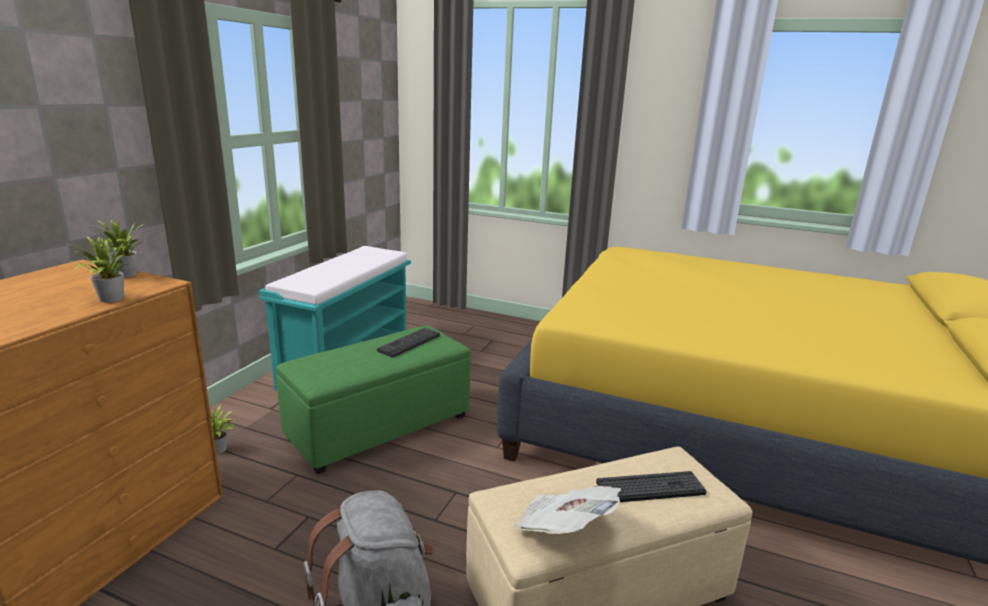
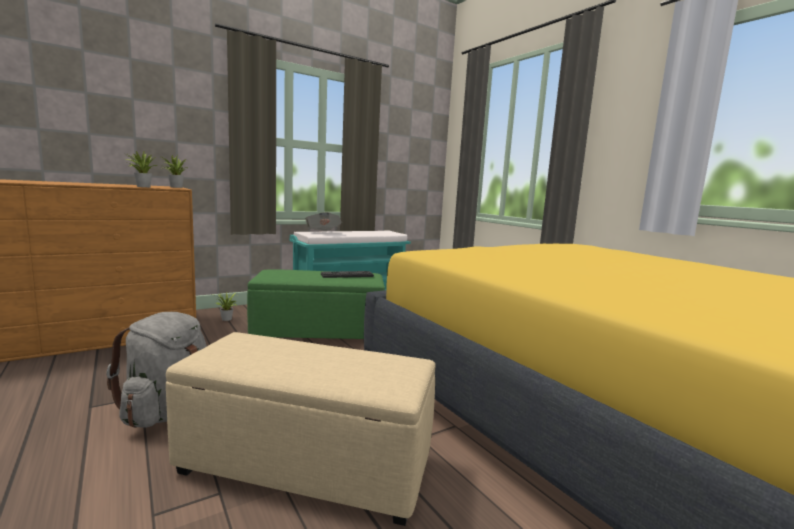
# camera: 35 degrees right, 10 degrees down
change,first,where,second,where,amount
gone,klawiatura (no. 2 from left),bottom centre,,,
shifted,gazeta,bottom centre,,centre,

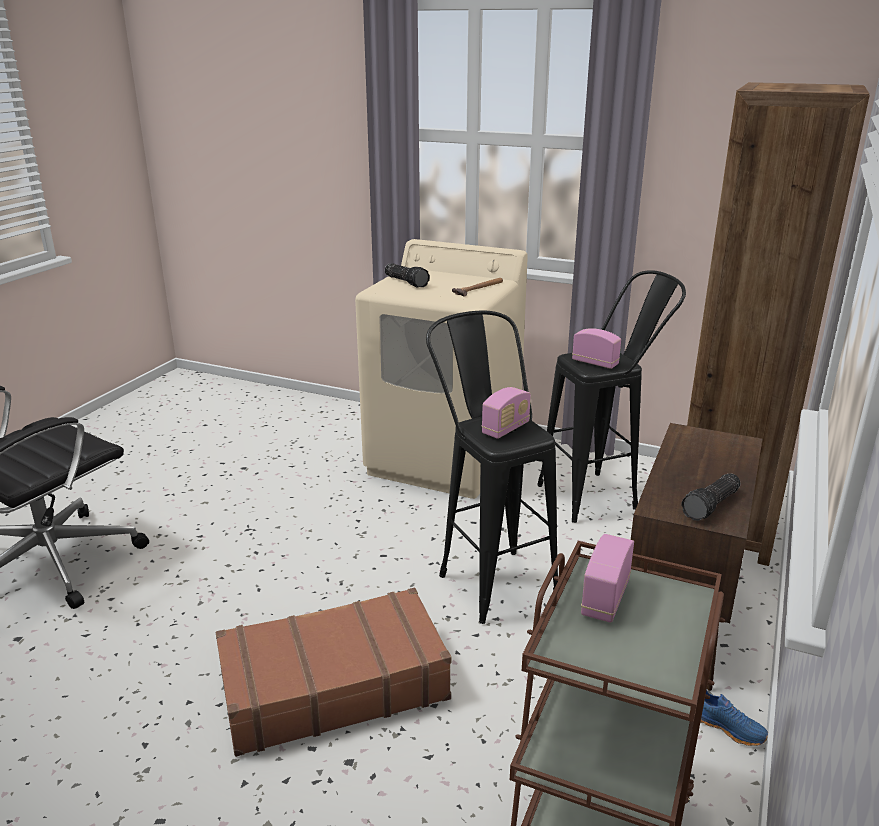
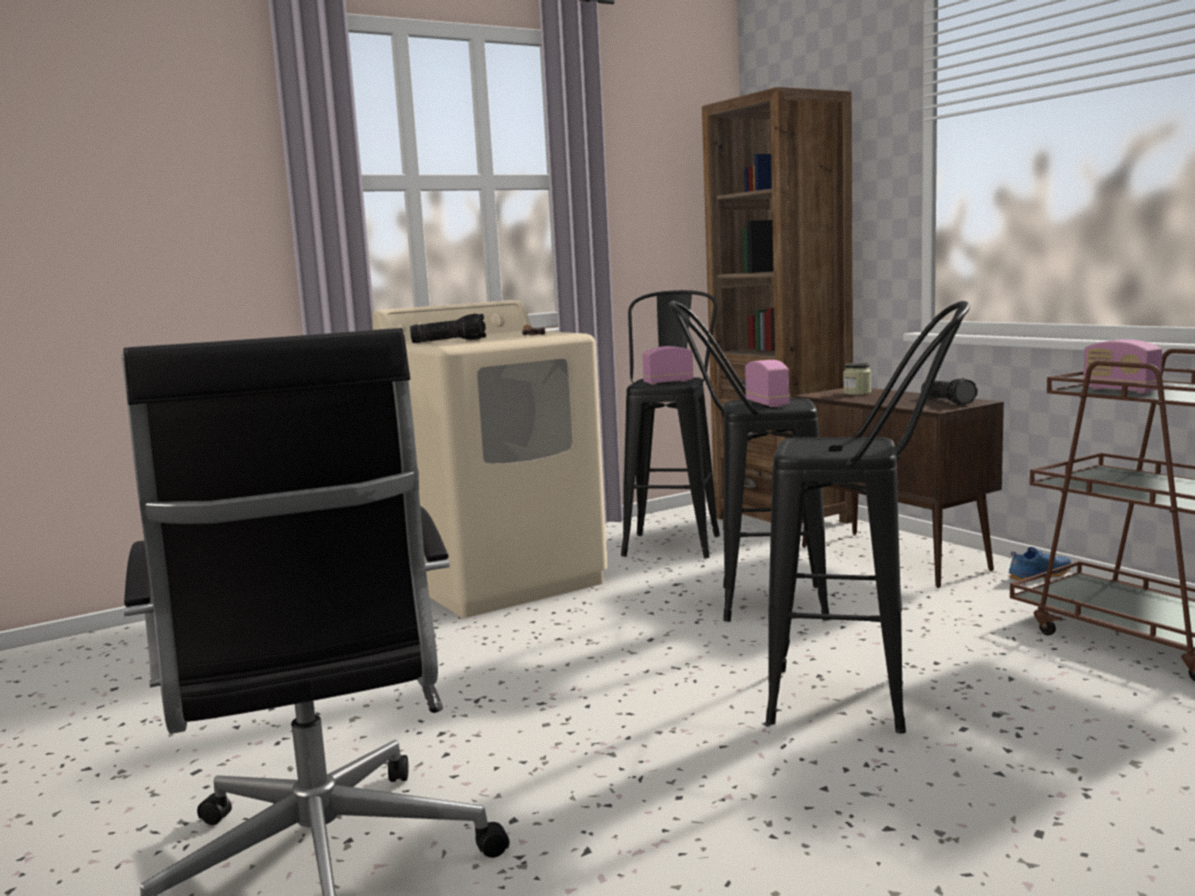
# camera: 55 degrees left, 15 degrees down
change,first,where,second,where,amount
swapped,walizka [brązowy],bottom centre,stołek [czarny] (no. 3 from left),middle right,
new,,,słoik,middle right,

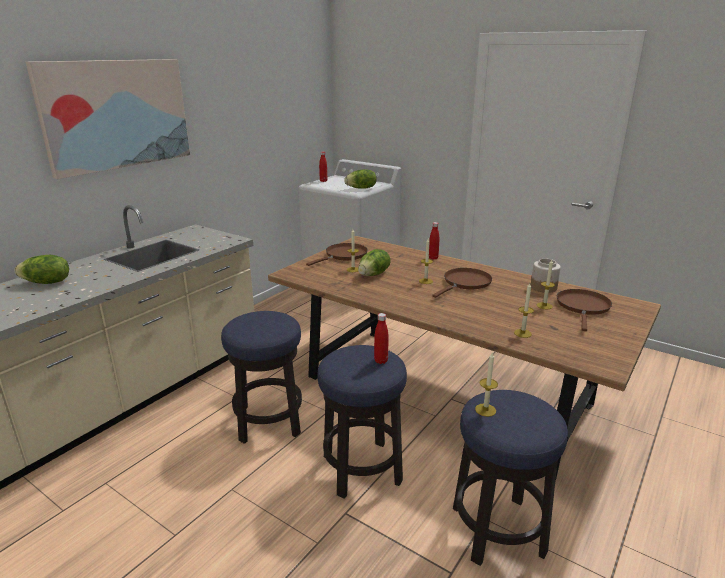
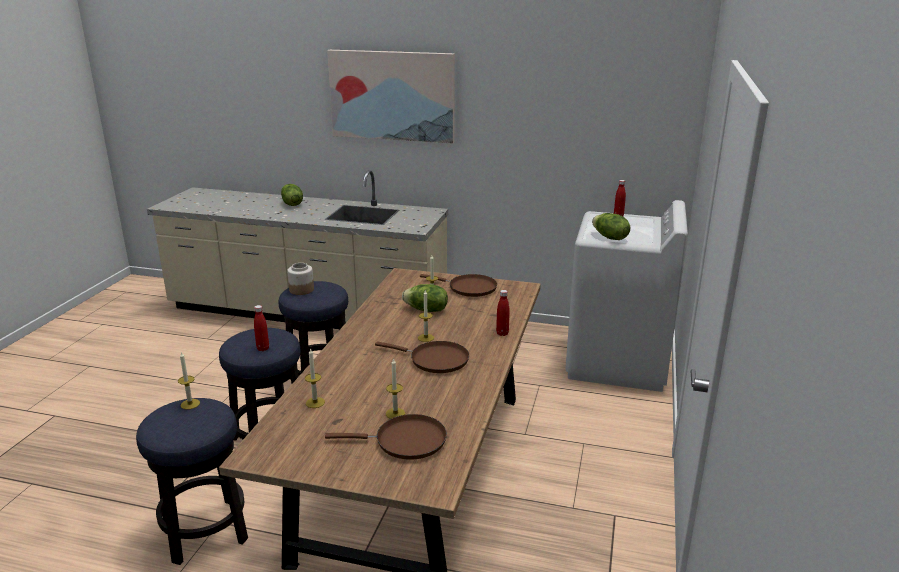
# camera: 70 degrees right, 0 degrees up
change,first,where,second,where,amount
shifted,słoik,middle right,,centre,

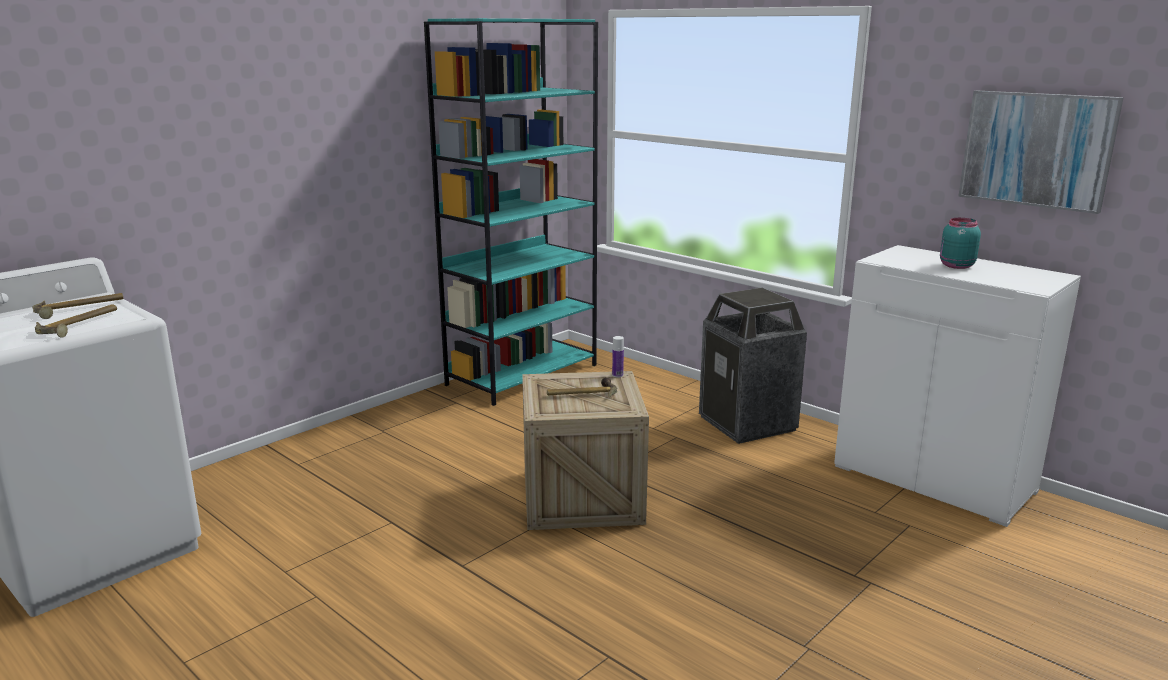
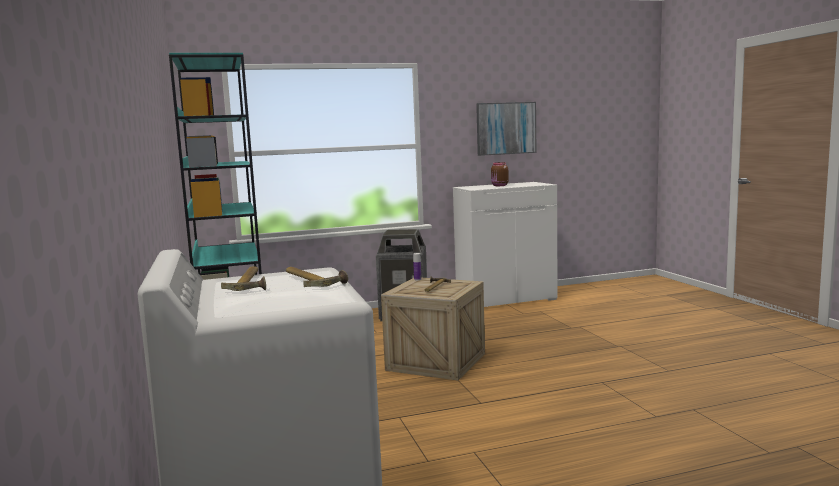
# camera: 60 degrees left, 10 degrees down
change,first,where,second,where,amount
repainted,słoik [turkusowy],middle right,słoik [brązowy],centre,

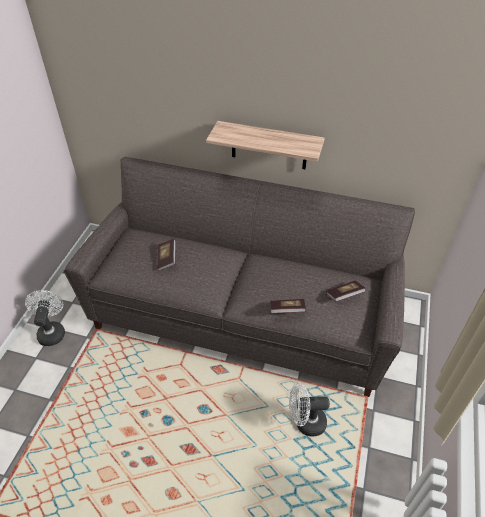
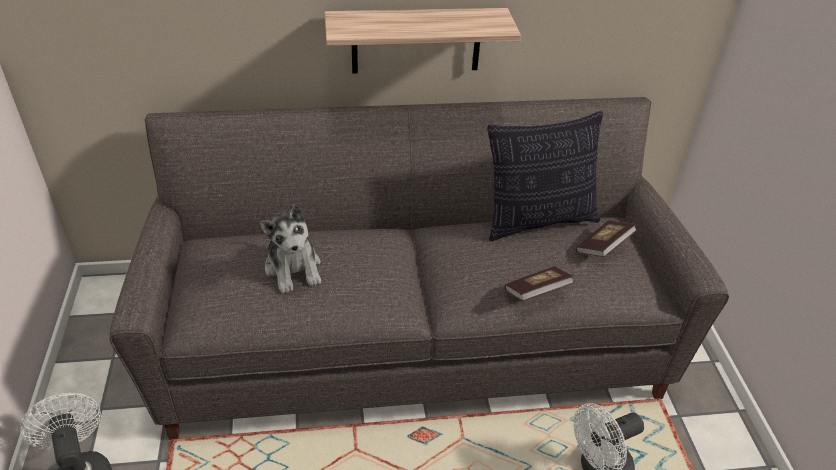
# camera: 25 degrees left, 5 degrees down
change,first,where,second,where,amount
swapped,książka (no. 1 from left),centre,pluszak,centre,
new,,,poduszka,centre,

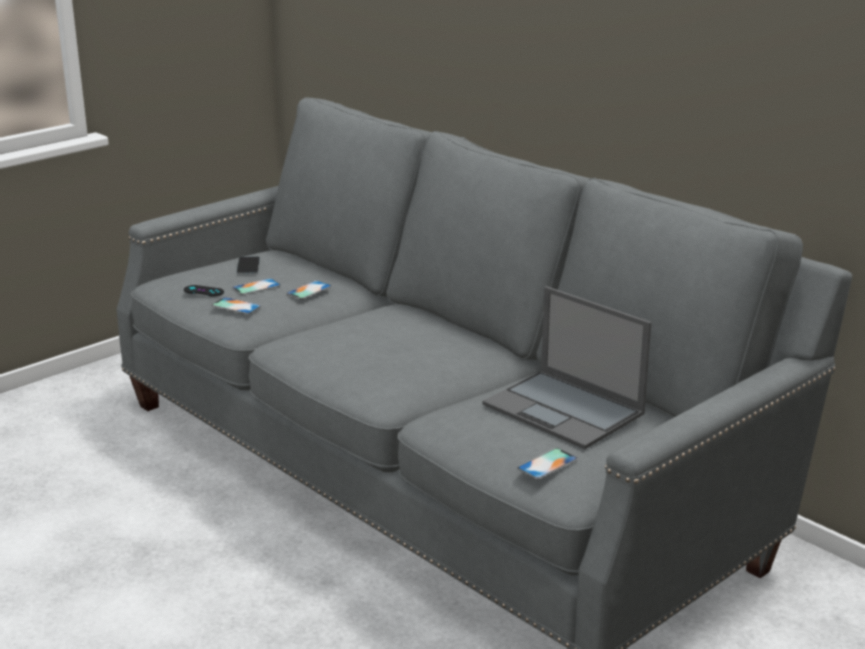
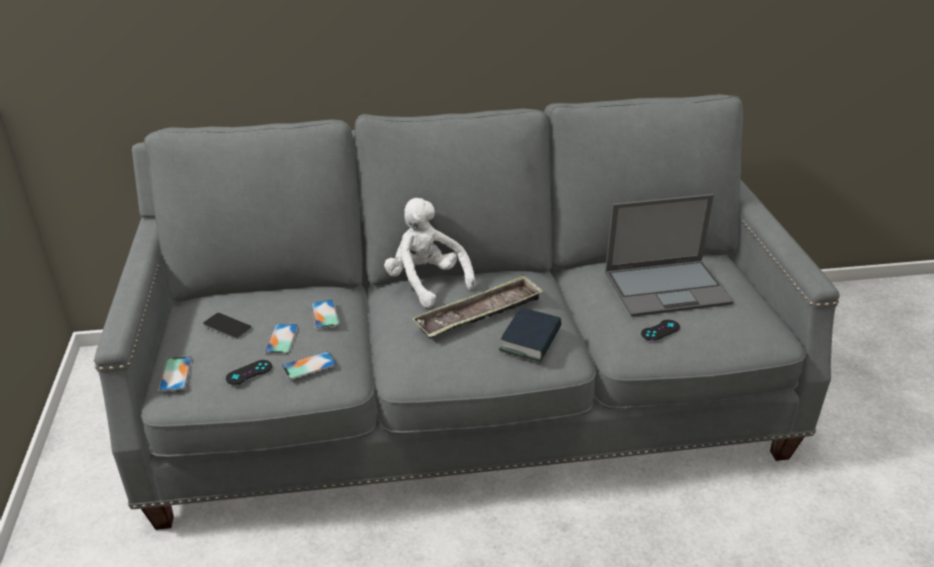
# camera: 55 degrees left, 10 degrees up
change,first,where,second,where,amount
shifted,telefon (no. 5 from left in the first image),bottom centre,telefon (no. 1 from left),middle left,
new,,,pluszak [biały],centre,
new,,,taca,centre,
new,,,książka,centre,
new,,,pad do gier [czarny] (no. 2 from left),middle right,

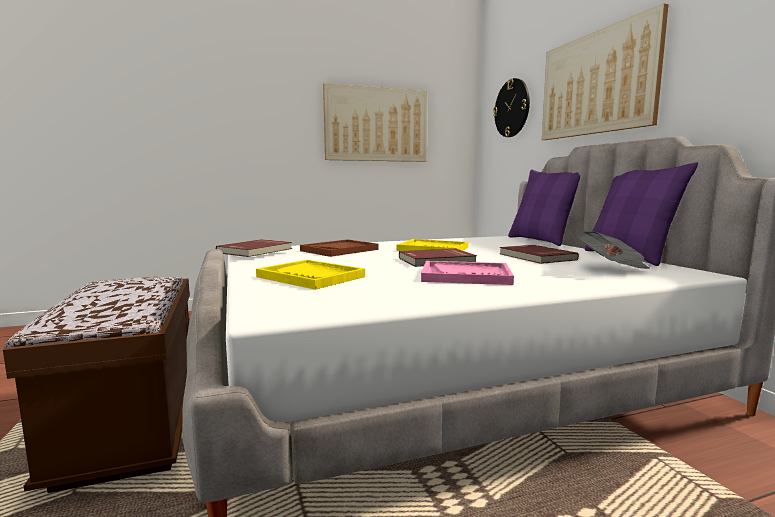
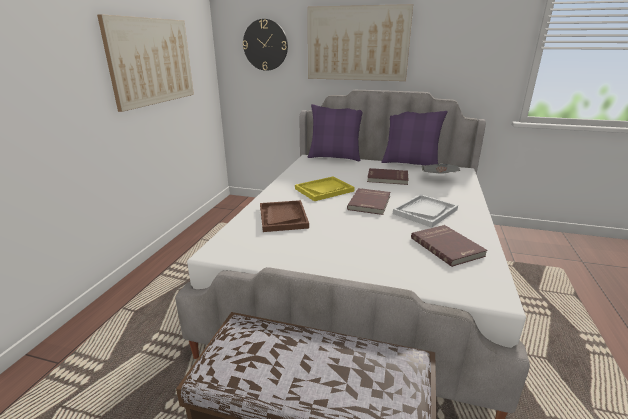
# camera: 55 degrees left, 15 degrees up
change,first,where,second,where,amount
shifted,książka [czerwony] (no. 1 from left in the first image),middle left,książka [czerwony] (no. 3 from left),middle right,
gone,taca [żółty] (no. 1 from left),centre,,,
repainted,taca [różowy],centre,taca [biały],middle right,

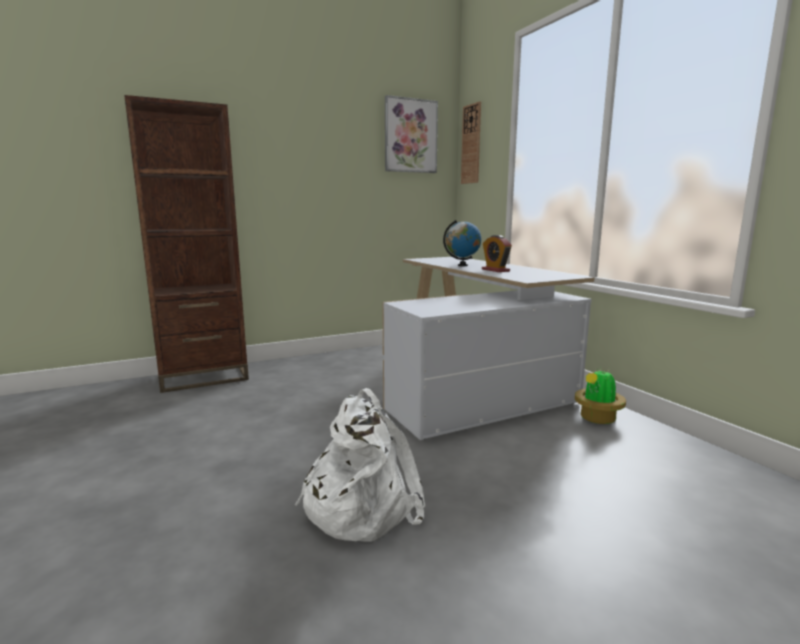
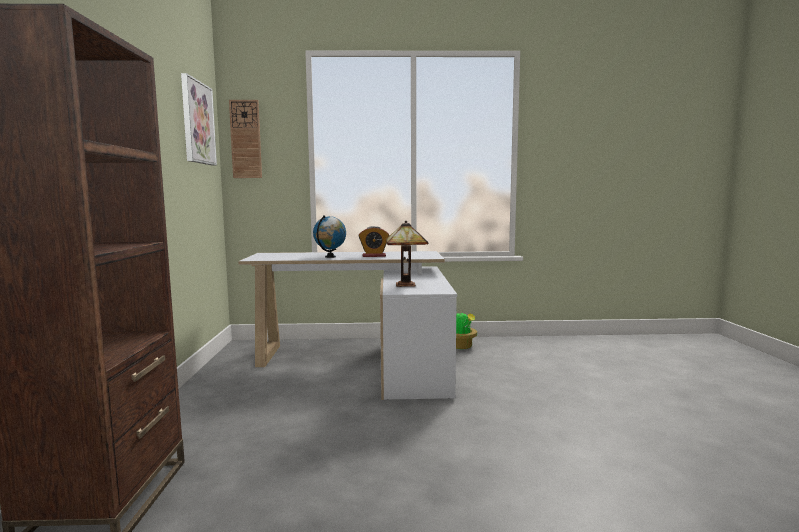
# camera: 65 degrees left, 5 degrees down
change,first,where,second,where,amount
gone,plecak [biały],bottom centre,,,
new,,,lampa stołowa,centre,

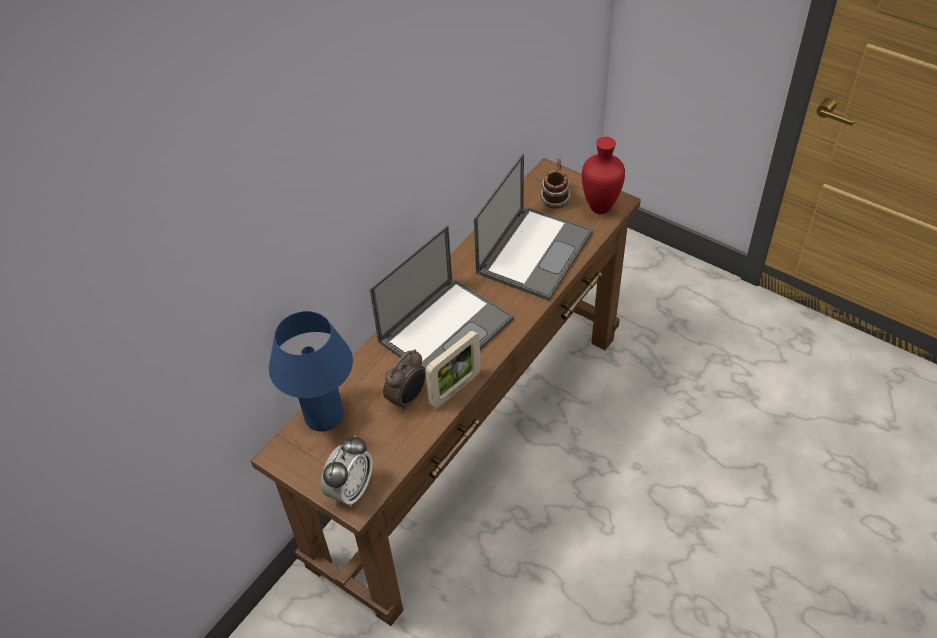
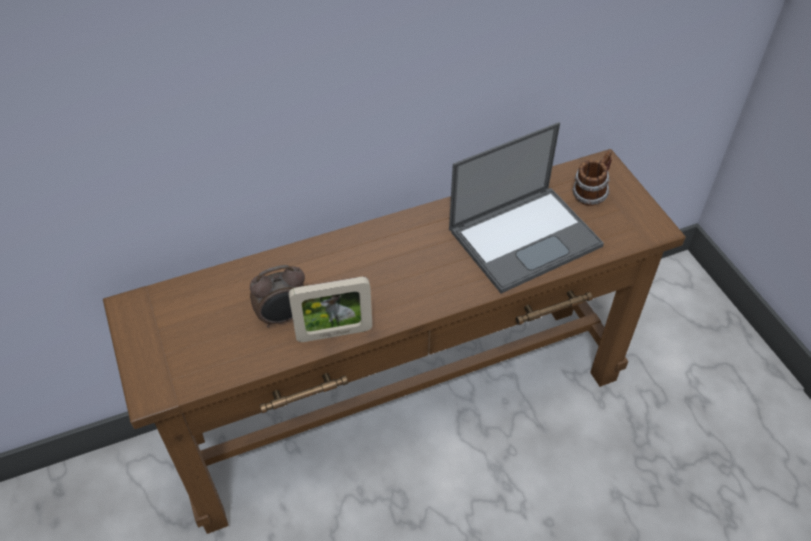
# camera: 30 degrees right, 0 degrees up
change,first,where,second,where,amount
gone,wazon [czerwony],top centre,,,
gone,laptop (no. 1 from left),centre,,,
gone,lampa stołowa [niebieski],middle left,,,
gone,budzik (no. 1 from left),bottom centre,,,

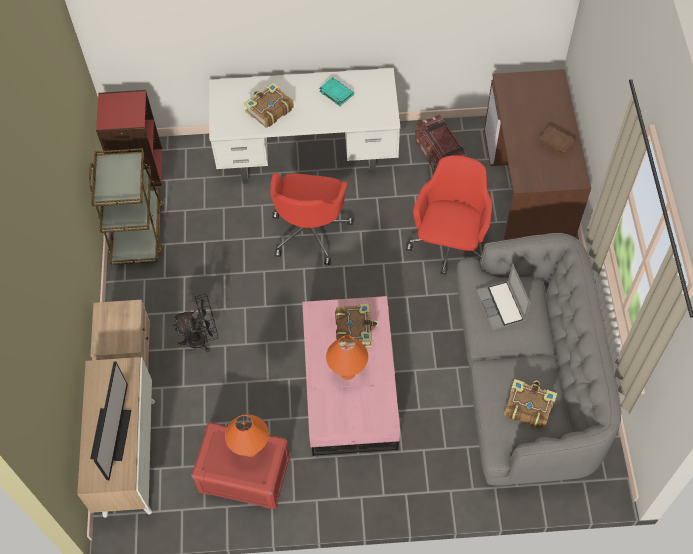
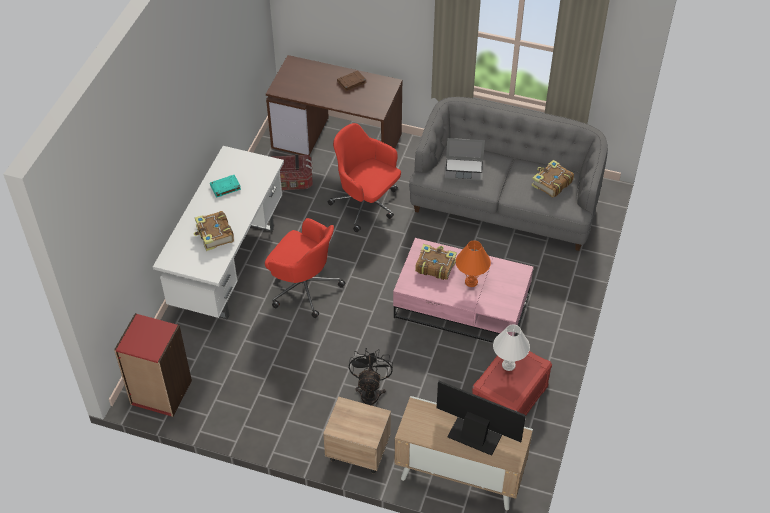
# camera: 70 degrees left, 10 degrees down
change,first,where,second,where,amount
gone,wózek [brązowy],middle left,,,
repainted,lampa stołowa [pomarańczowy] (no. 1 from left),bottom centre,lampa stołowa [biały],bottom centre,

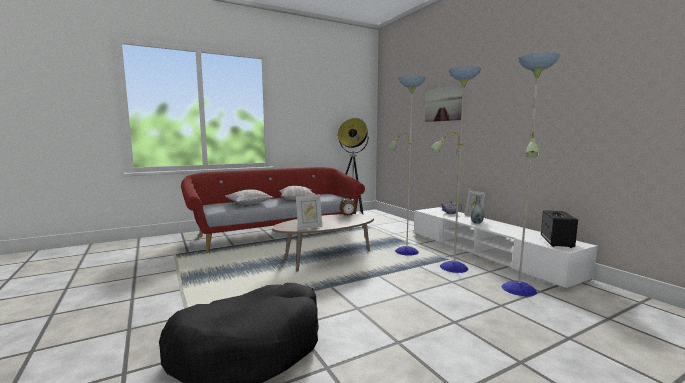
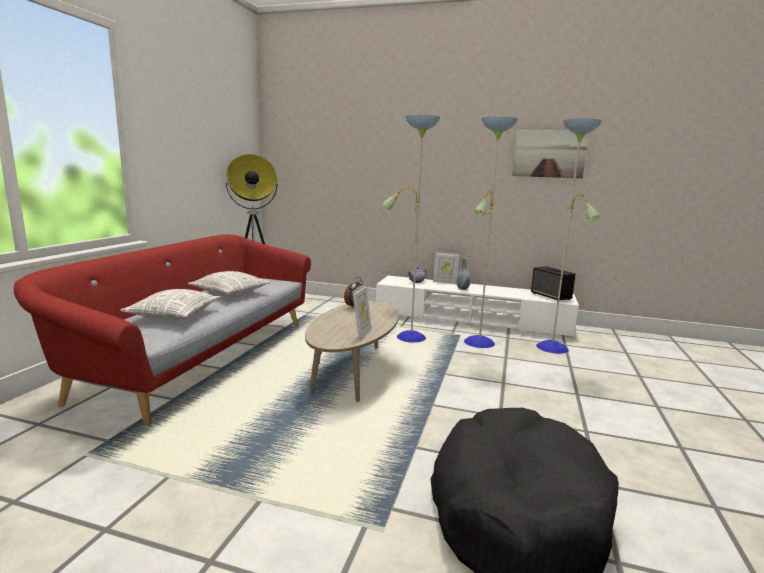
# camera: 45 degrees left, 5 degrees up
change,first,where,second,where,amount
shifted,obraz,top centre,,top right,

